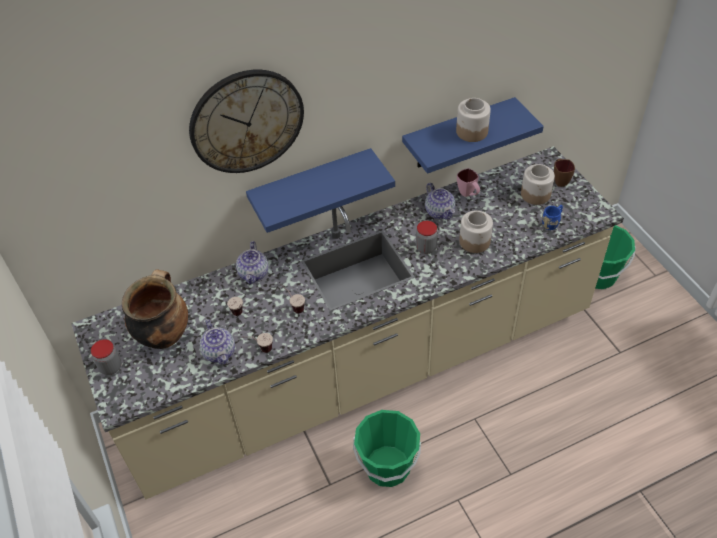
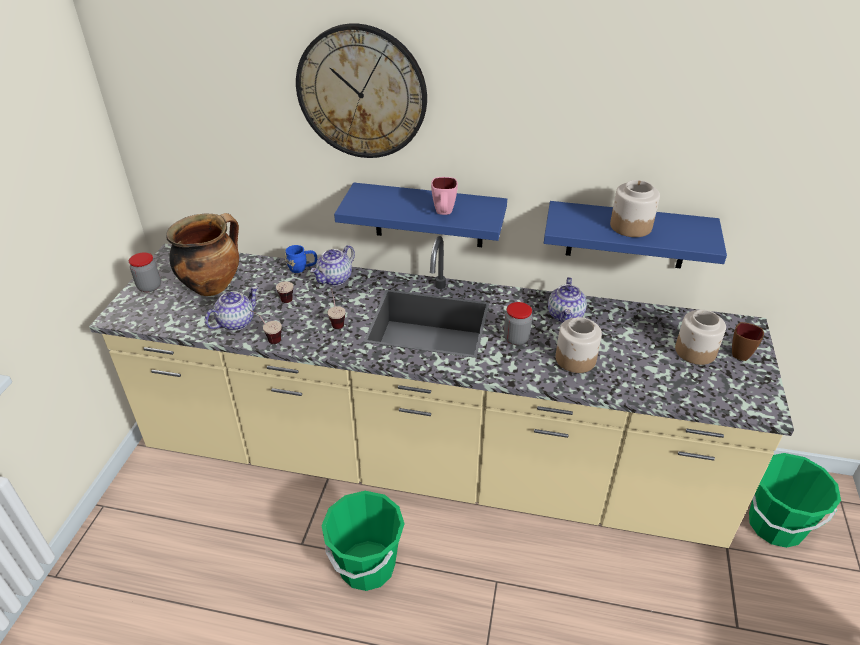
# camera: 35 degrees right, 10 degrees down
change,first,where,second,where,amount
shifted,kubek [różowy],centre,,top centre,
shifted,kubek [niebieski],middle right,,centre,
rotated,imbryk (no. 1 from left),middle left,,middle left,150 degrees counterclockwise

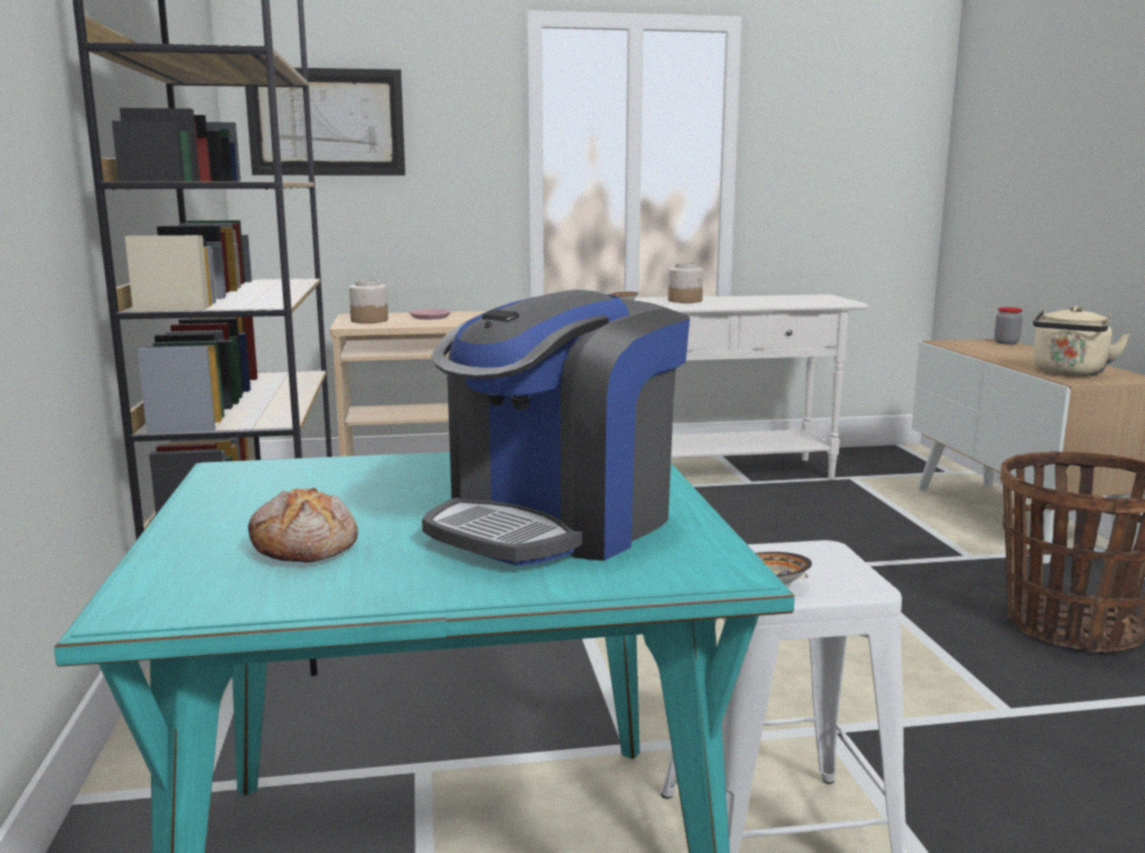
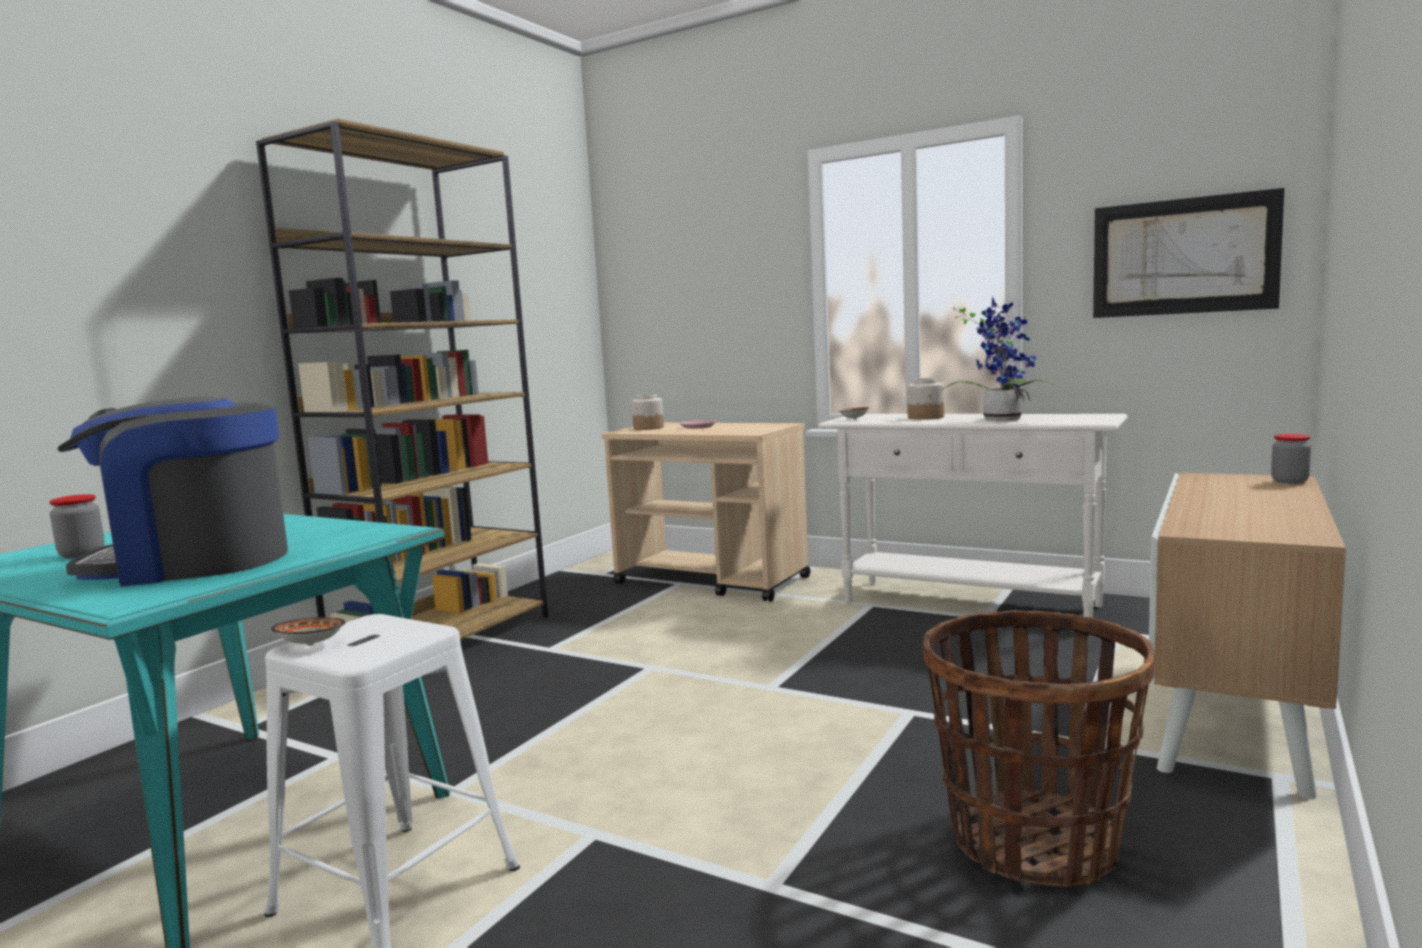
# camera: 40 degrees right, 5 degrees down
change,first,where,second,where,amount
shifted,obraz,top left,,top right,
gone,czajnik [beżowy],middle right,,,
swapped,chleb,middle left,słoik (no. 1 from left),middle left,
new,,,roślina doniczkowa,middle right,

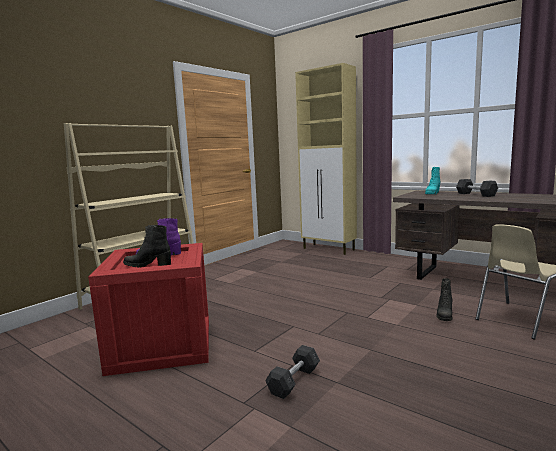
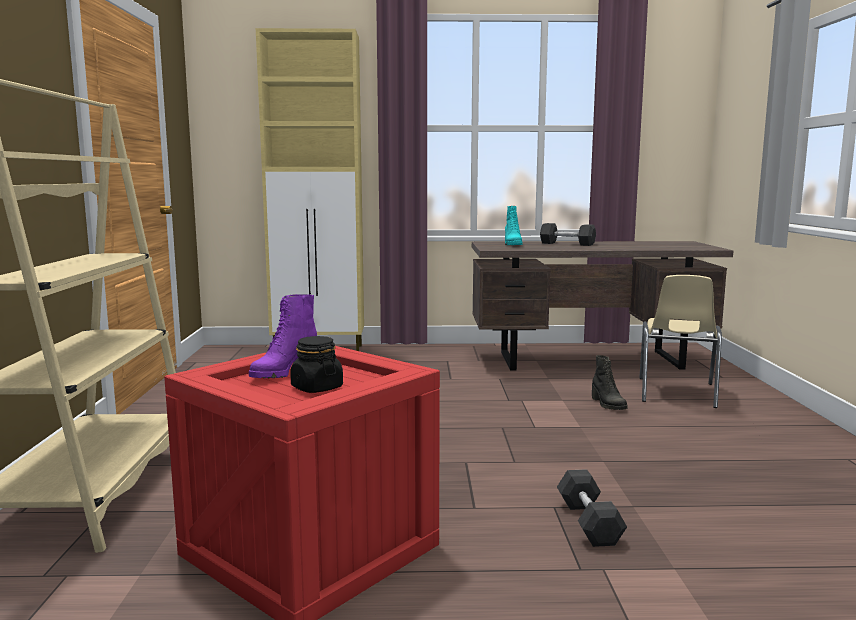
# camera: 40 degrees left, 0 degrees up
change,first,where,second,where,amount
swapped,but z cholewką [czarny] (no. 1 from left),middle left,słoik [czarny],centre,

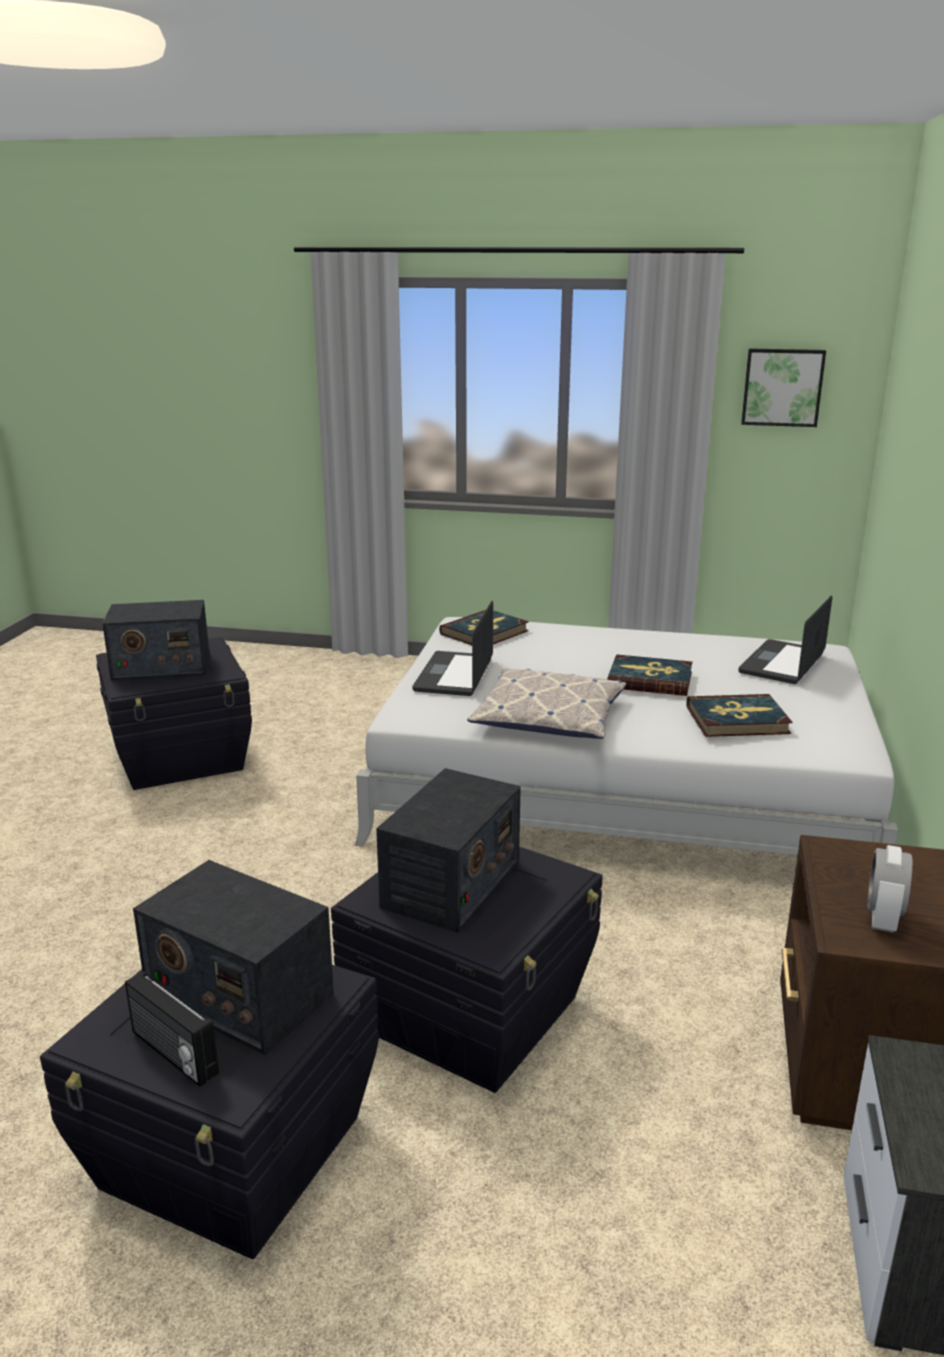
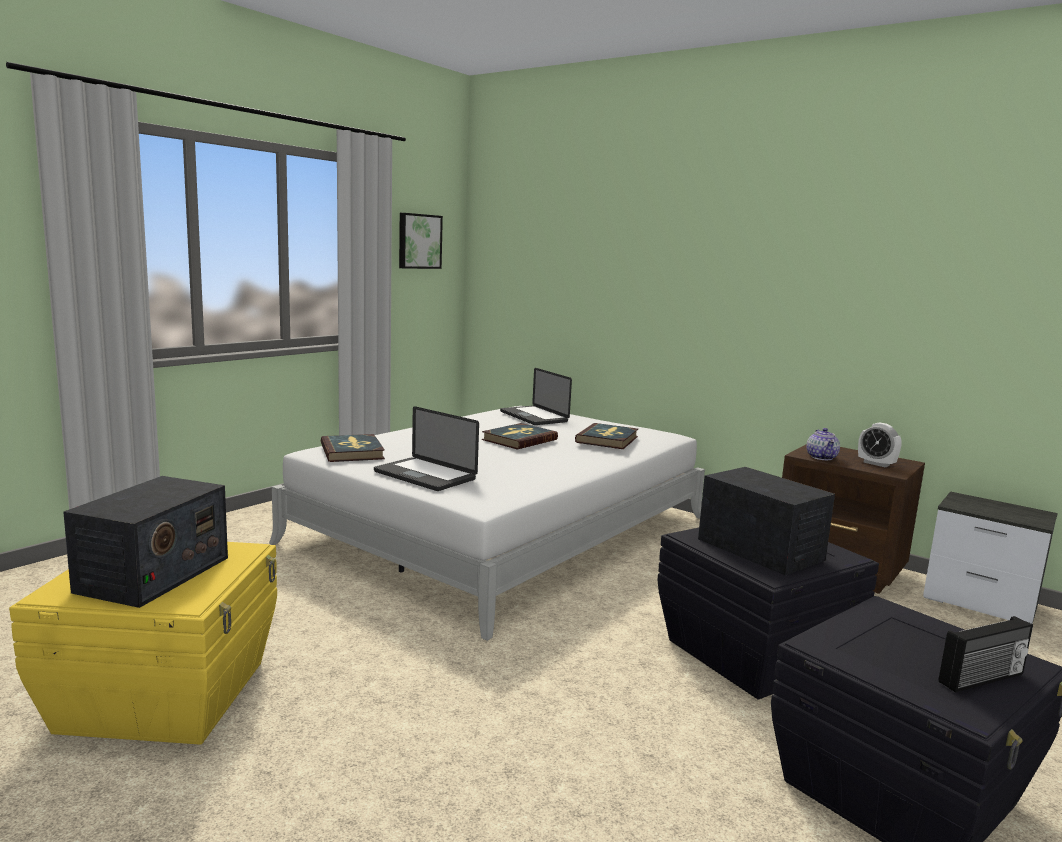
# camera: 65 degrees left, 10 degrees down
change,first,where,second,where,amount
repainted,pojemnik do przechowywania [czarny] (no. 1 from left),middle left,pojemnik do przechowywania [żółty],bottom left,
gone,poduszka,centre,,,
gone,radio (no. 3 from left),bottom left,,,
new,,,imbryk,middle right,

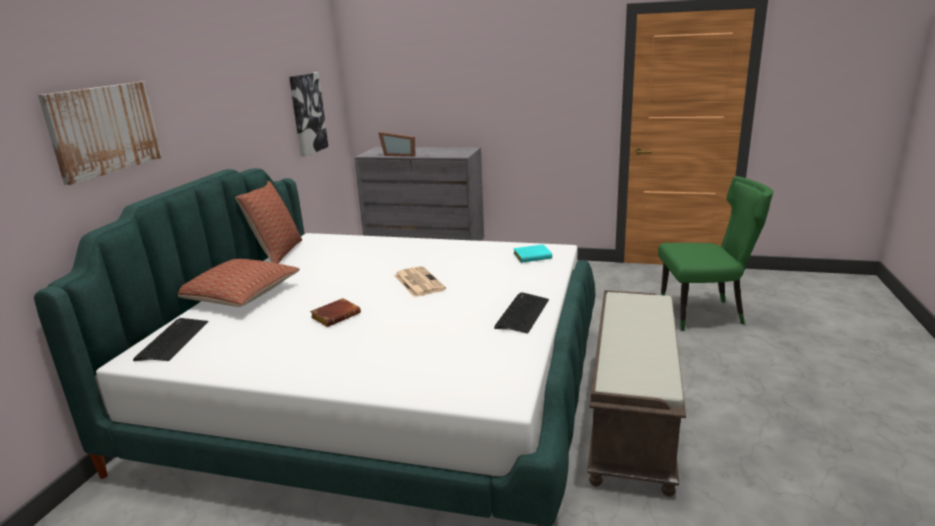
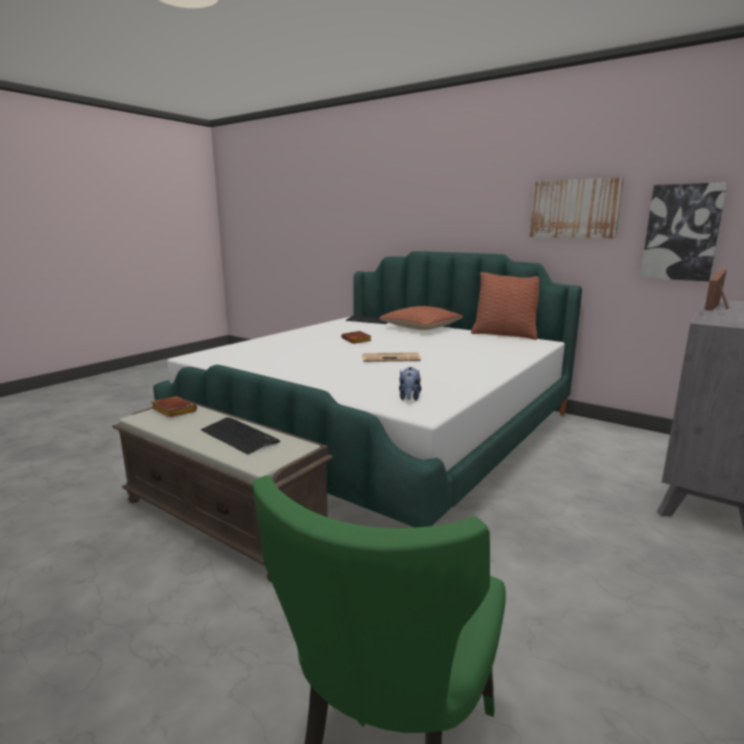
# camera: 110 degrees right, 5 degrees down
change,first,where,second,where,amount
shifted,obraz (no. 1 from left),top left,,top right,
swapped,książka [turkusowy],centre,pluszak,centre,
shifted,klawiatura (no. 2 from left in the first image),centre,klawiatura (no. 1 from left),middle left,
new,,,książka [brązowy] (no. 1 from left),middle left,

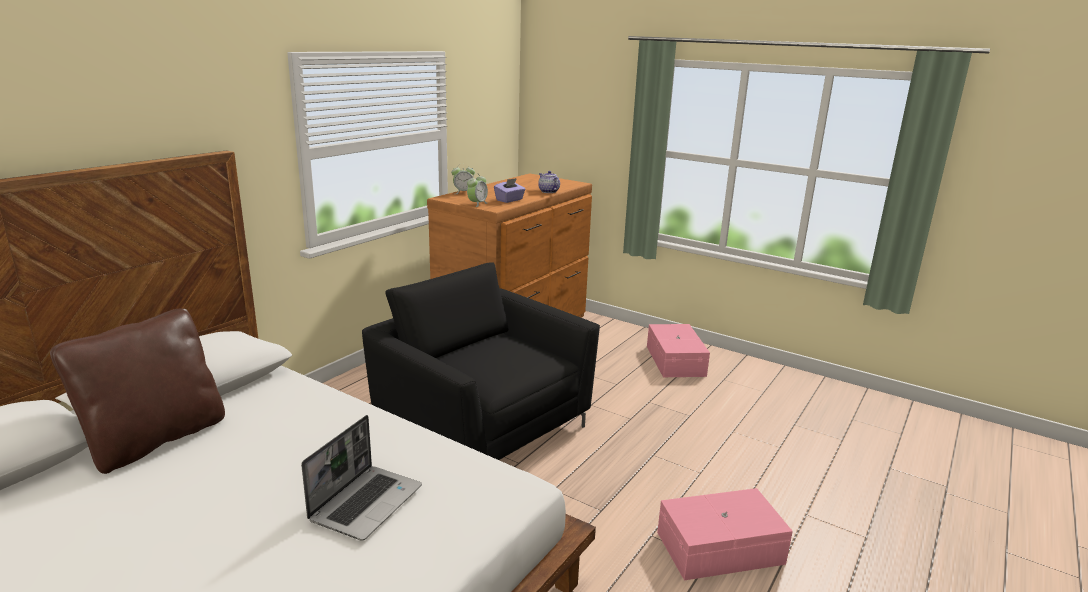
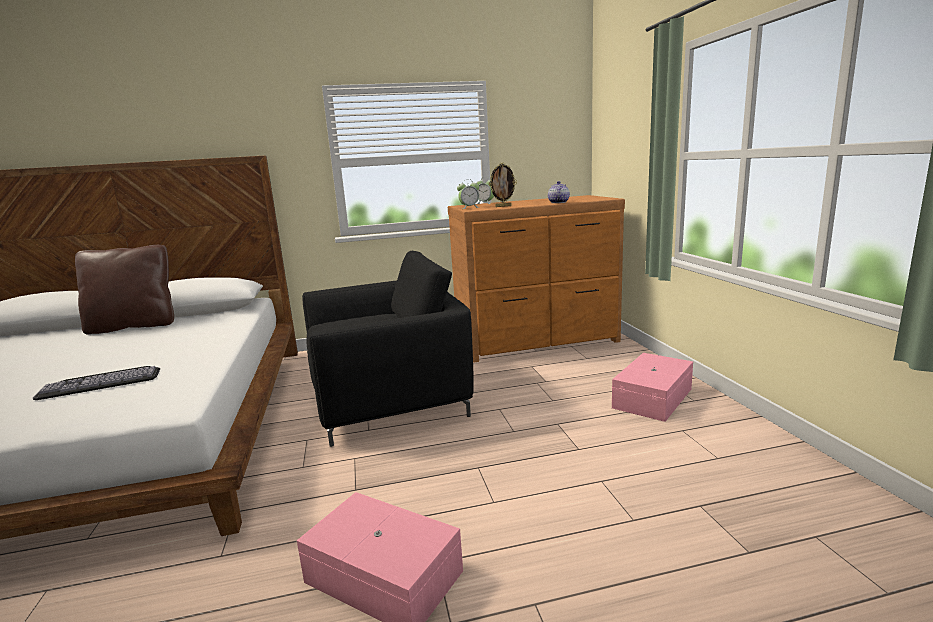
# camera: 45 degrees right, 5 degrees down
change,first,where,second,where,amount
swapped,pudełko chusteczek [fioletowy],top centre,ramka na zdjęcie,top centre,
rotated,fotel [czarny],centre,,centre,75 degrees clockwise
swapped,laptop,bottom left,klawiatura,middle left,

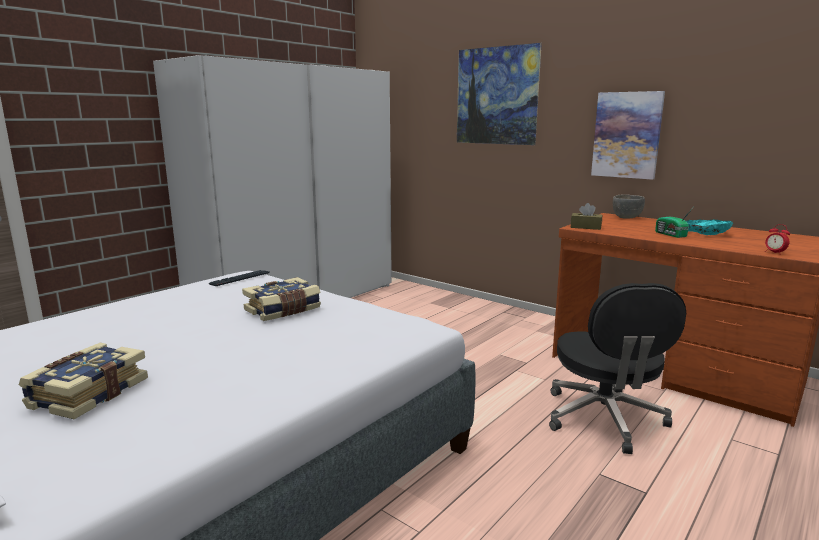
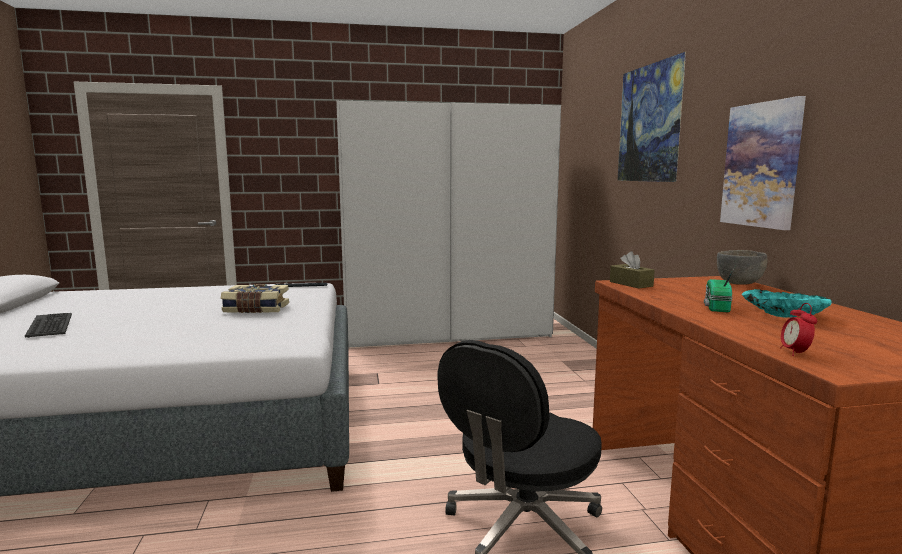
# camera: 40 degrees right, 5 degrees down
change,first,where,second,where,amount
swapped,książka (no. 1 from left),bottom left,klawiatura (no. 1 from left),middle left,

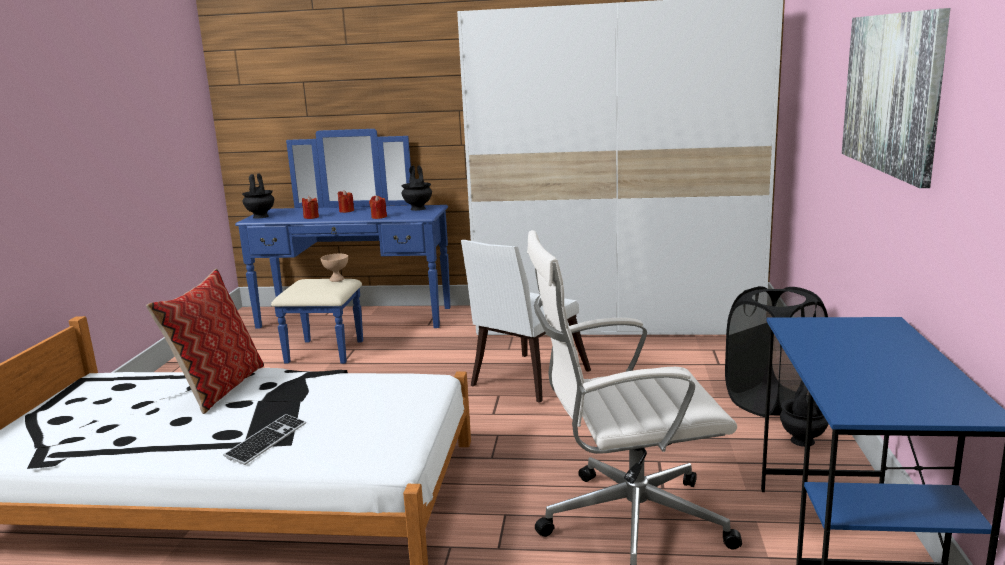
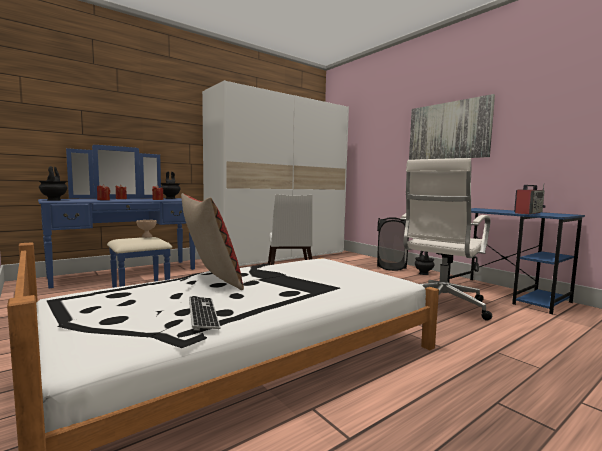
# camera: 45 degrees left, 10 degrees down
change,first,where,second,where,amount
shifted,klawiatura,bottom left,,bottom centre,
new,,,radio,middle right,

